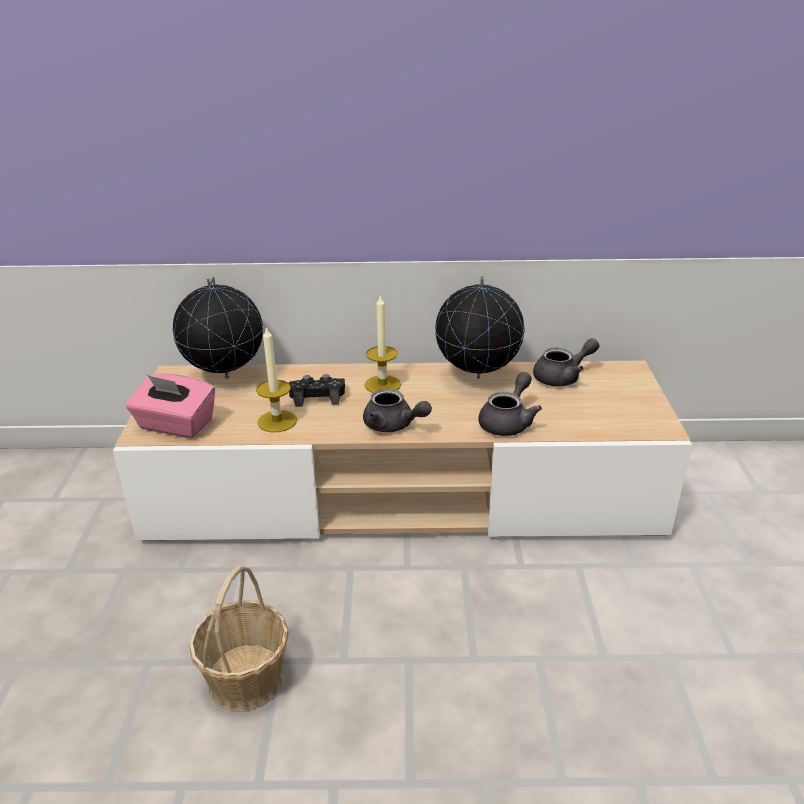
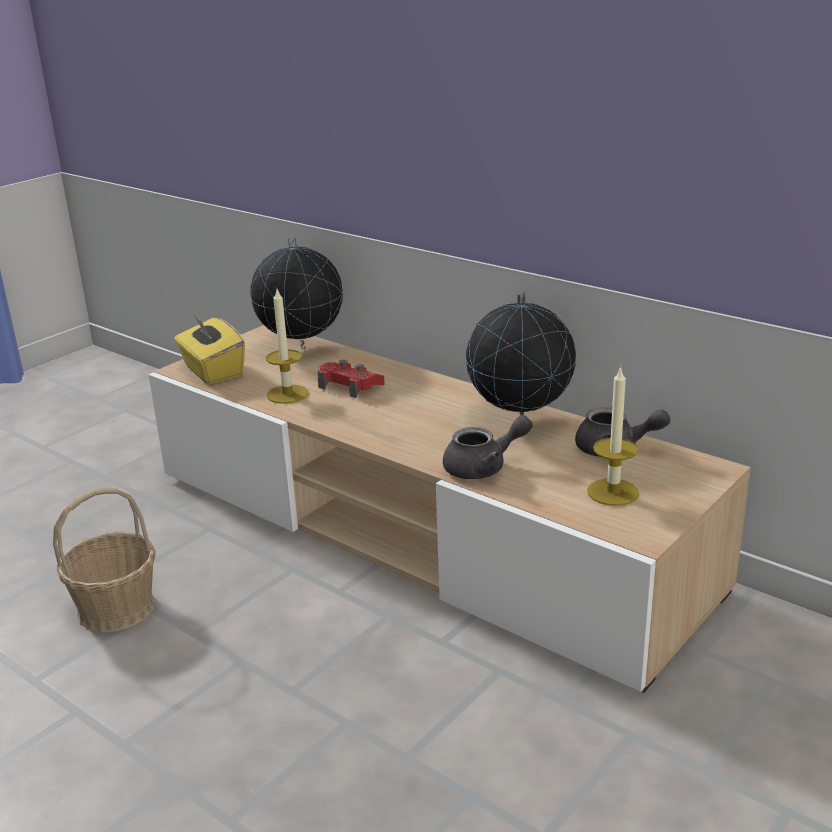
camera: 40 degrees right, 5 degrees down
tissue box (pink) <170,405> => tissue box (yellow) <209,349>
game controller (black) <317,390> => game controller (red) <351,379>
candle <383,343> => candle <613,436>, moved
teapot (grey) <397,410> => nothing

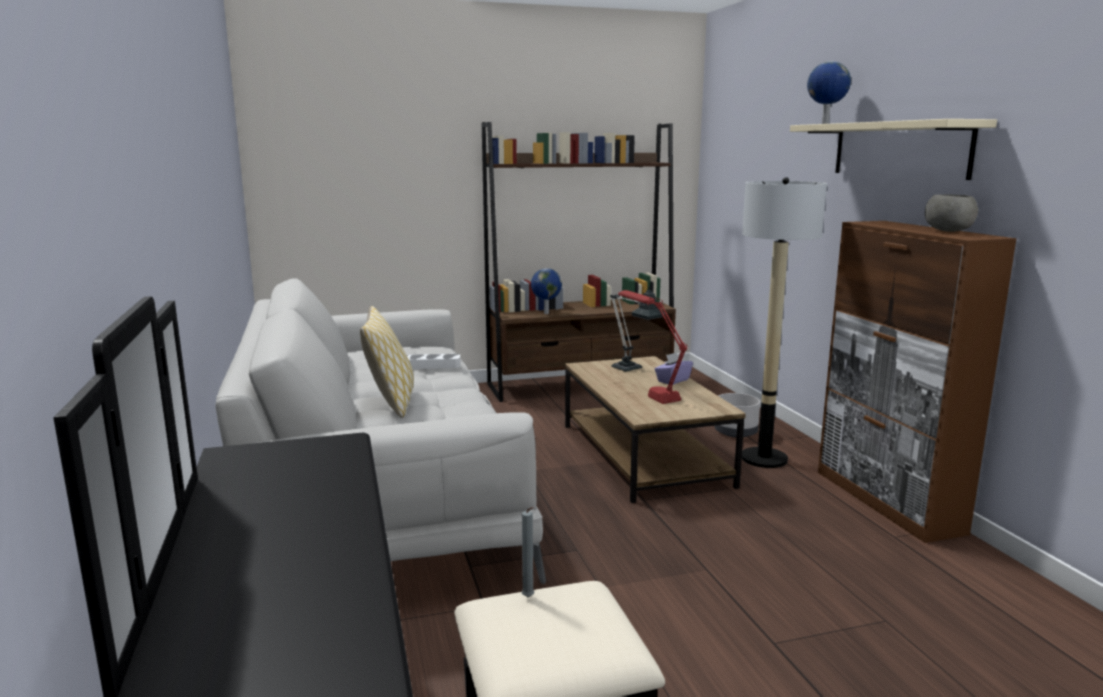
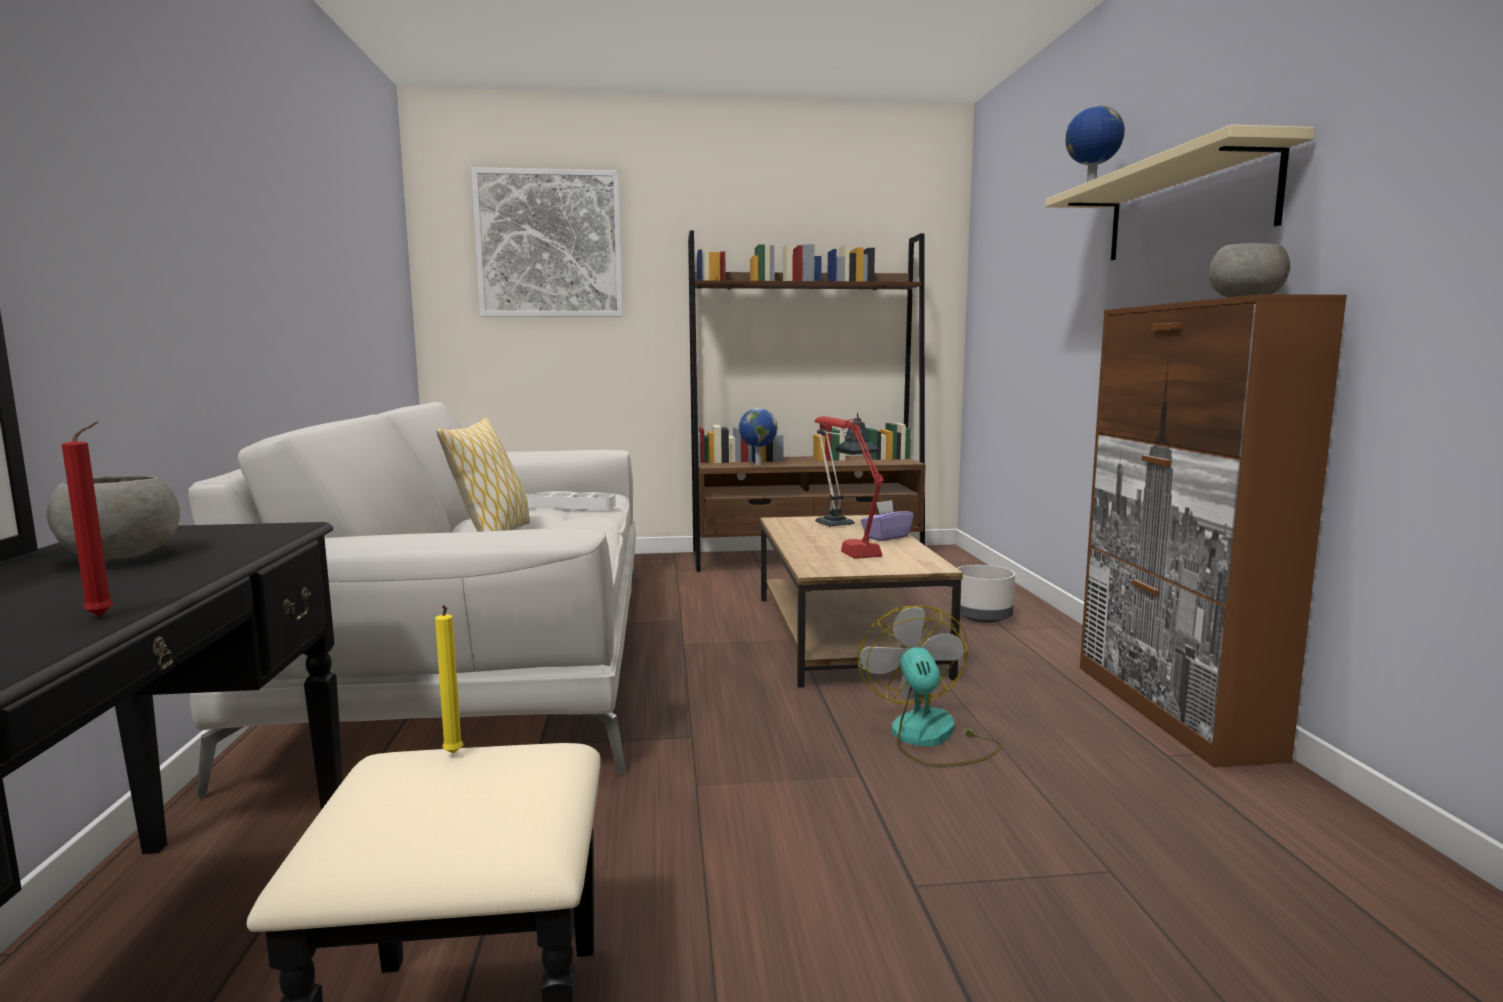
camera: 10 degrees right, 5 degrees down
nothing => bowl (grey) <113,517>
nothing => candle (red) <87,519>
candle (grey) <528,552> => candle (yellow) <449,679>
nothing => picture <547,242>
nothing => fan <930,686>
floor lamp <784,322> => nothing

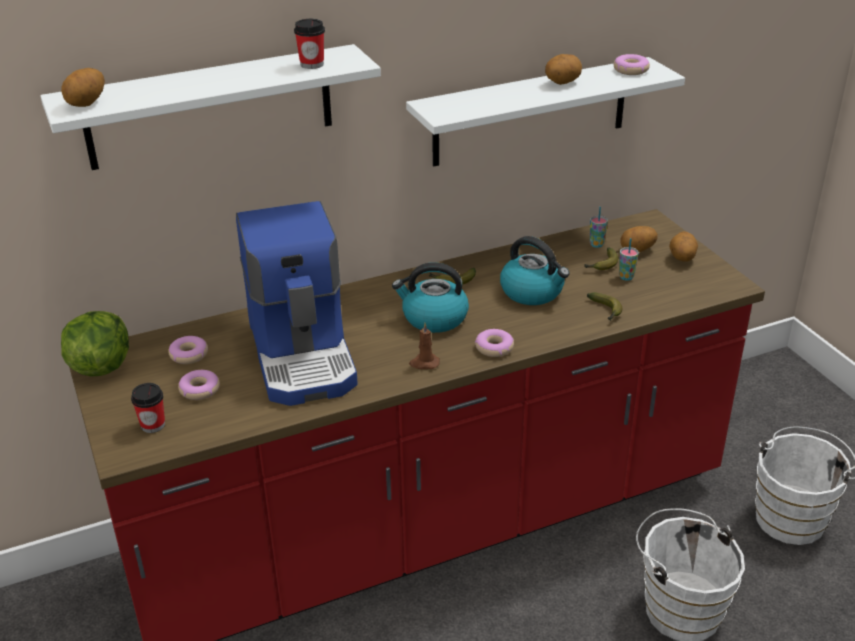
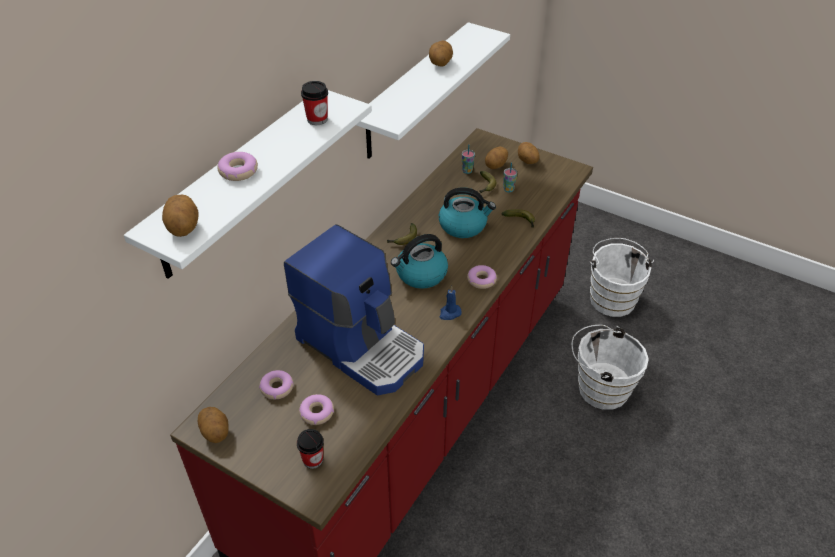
camera: 35 degrees left, 10 degrees up
lettuce <95,344> => potato <213,425>
donut <632,64> => donut <238,166>, moved
candle (brown) <424,346> => candle (blue) <451,303>

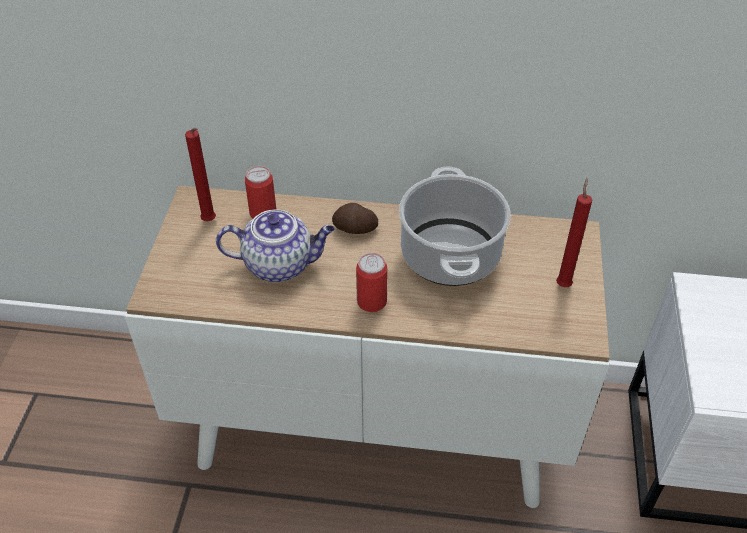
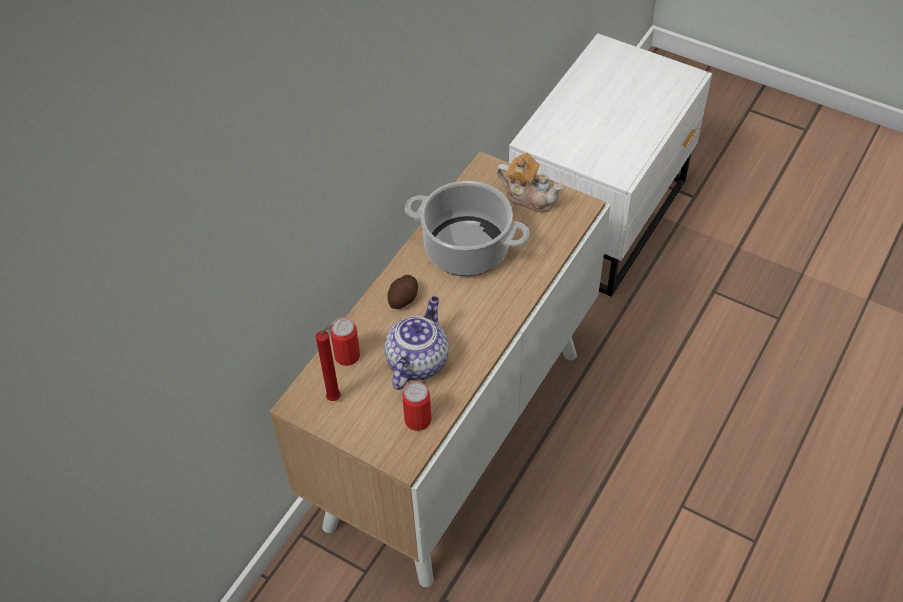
camera: 65 degrees left, 5 degrees up
can <372,282> => can <417,406>, moved
candle (red) <574,232> => teapot <529,182>

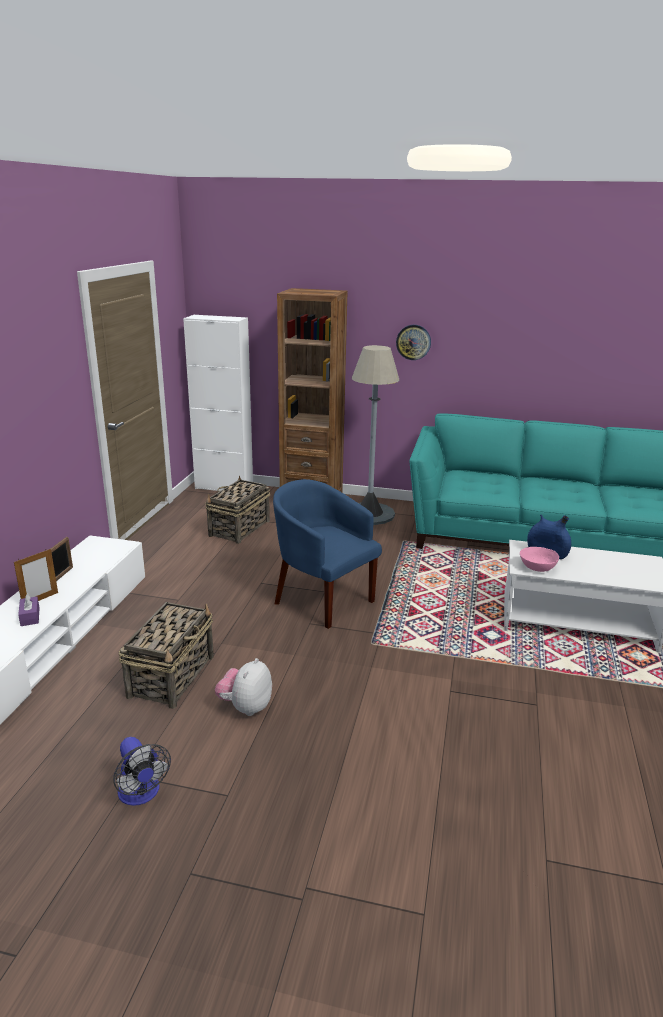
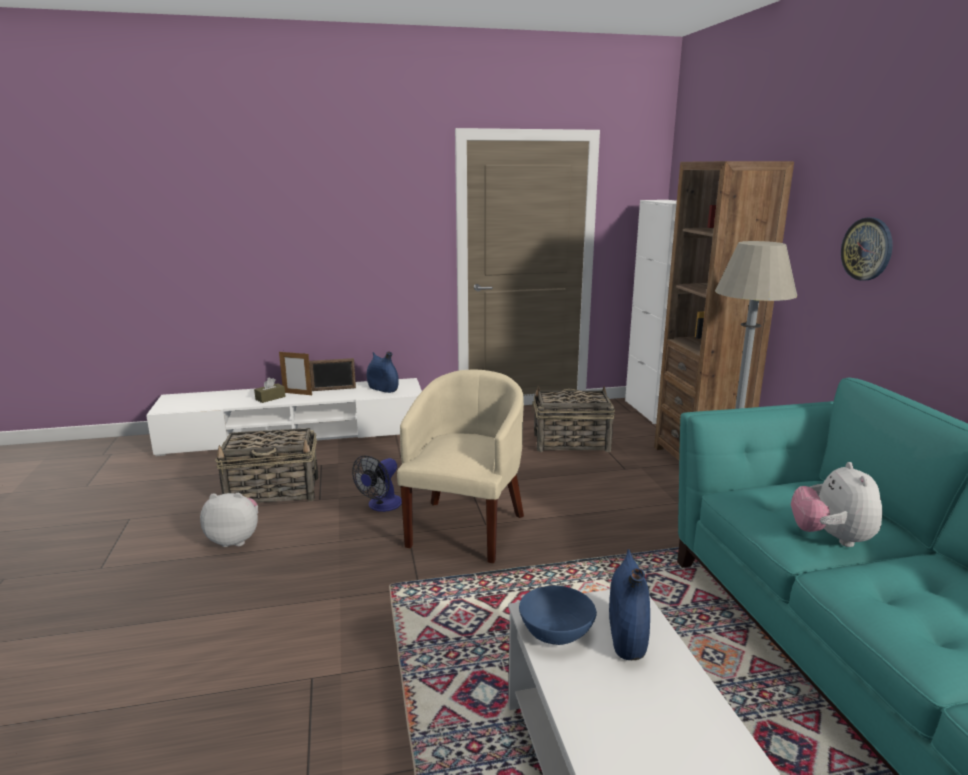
camera: 65 degrees right, 5 degrees down
tissue box (purple) <28,609> => tissue box (brown) <270,390>
fan <142,771> => fan <377,483>, moved
nothing => vase (blue) <383,372>
armchair (blue) <327,554> => armchair (beige) <460,466>
bowl (pink) <539,559> => bowl (blue) <558,615>
nothing => plush toy <836,504>

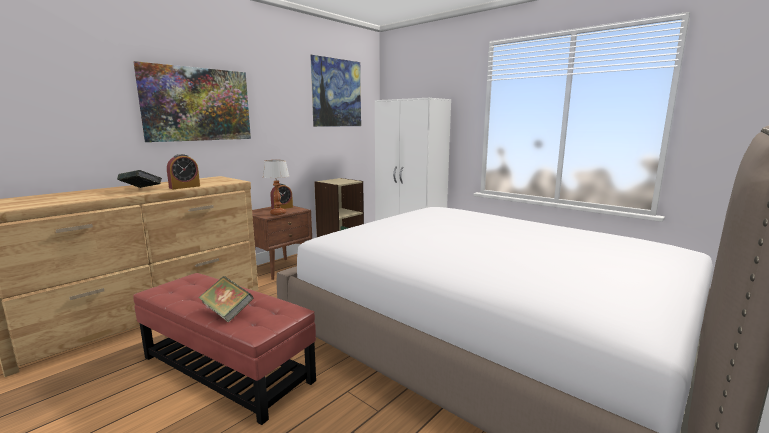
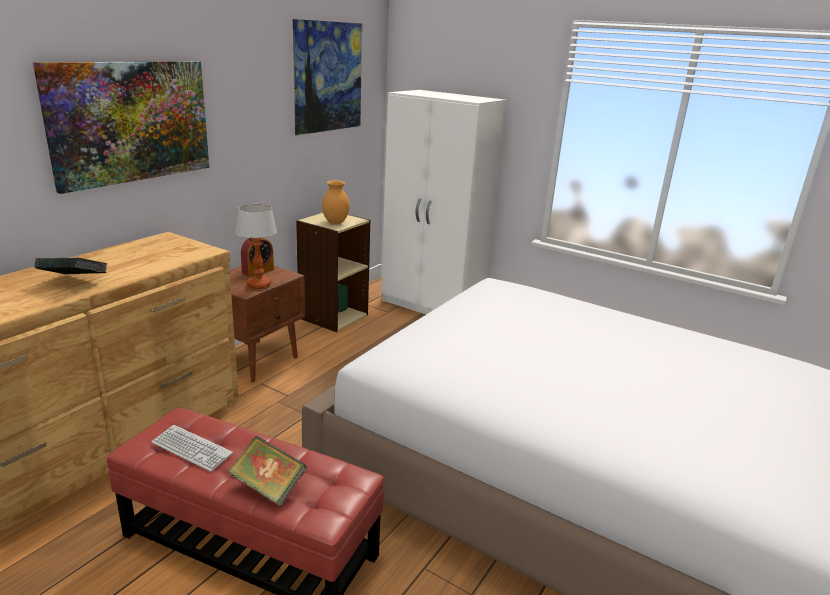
camera: 10 degrees left, 10 degrees up
nothing => keyboard <192,448>
nothing => vase (brown) <336,202>
alarm clock <183,171> => nothing

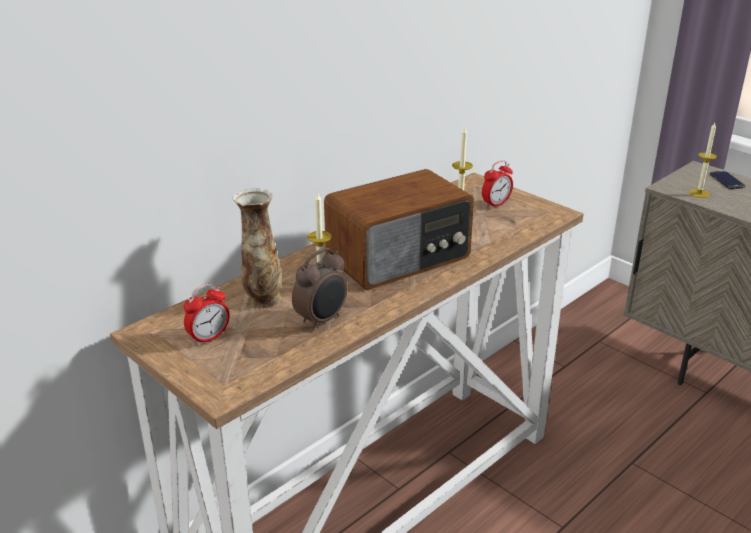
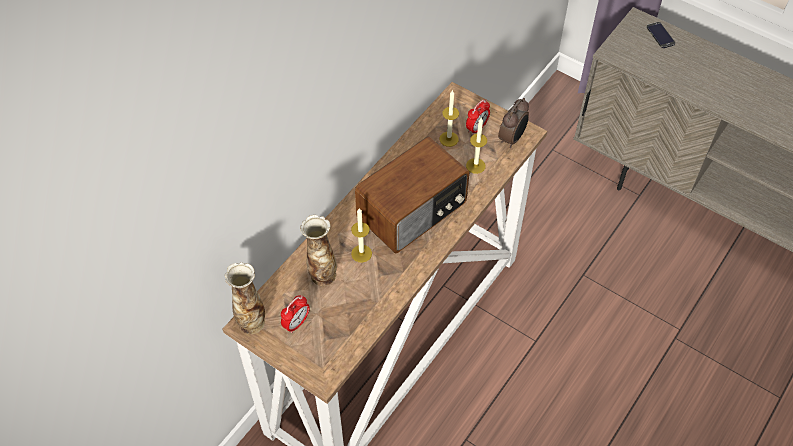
camera: 10 degrees left, 25 degrees up
nothing => vase <245,298>
candle <703,160> => candle <476,146>, moved
alarm clock <320,289> => alarm clock <513,123>, moved

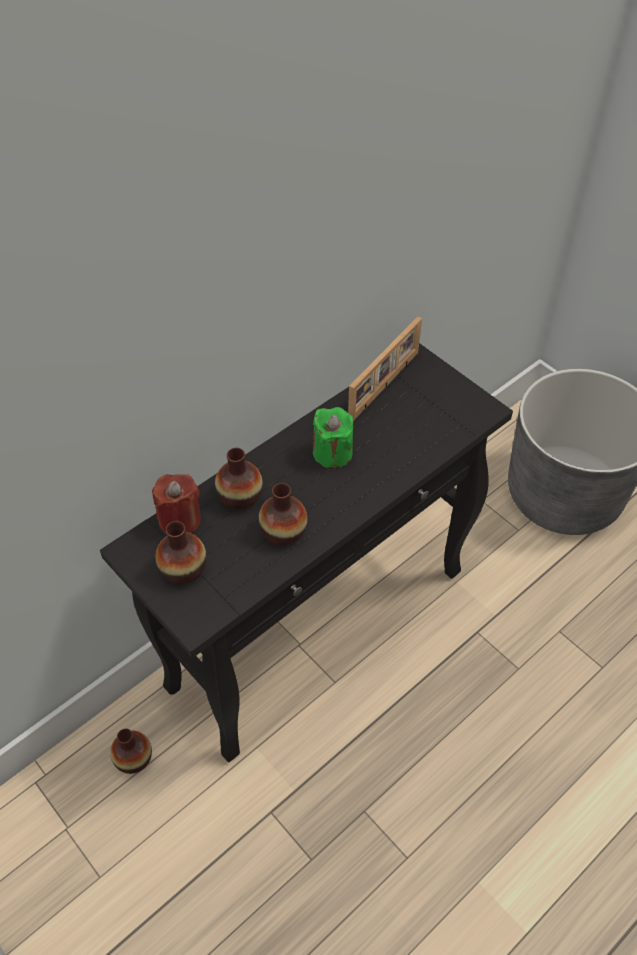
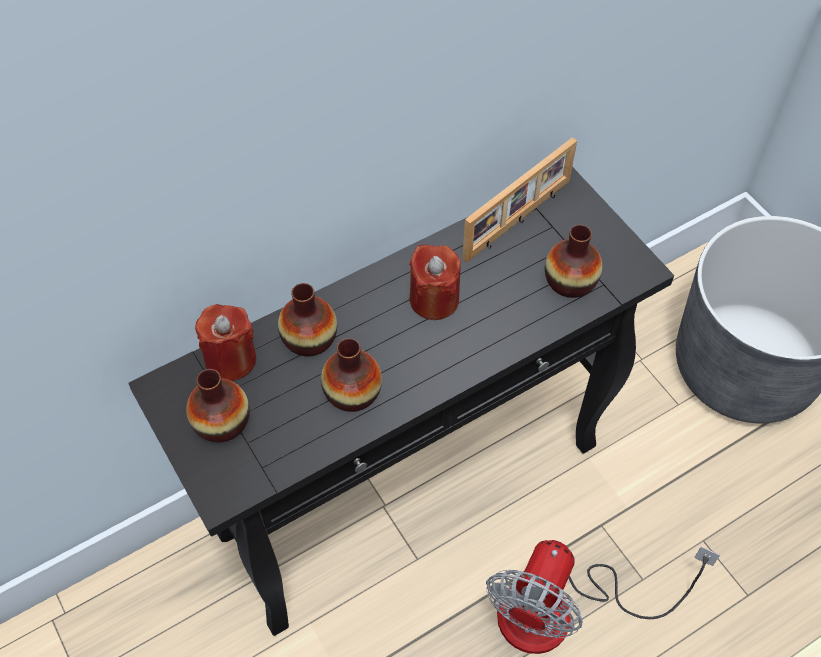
camera: 10 degrees right, 5 degrees up
candle (green) <333,438> => candle (red) <435,282>
nothing => fan <603,597>
vase <131,751> => vase <573,261>, moved

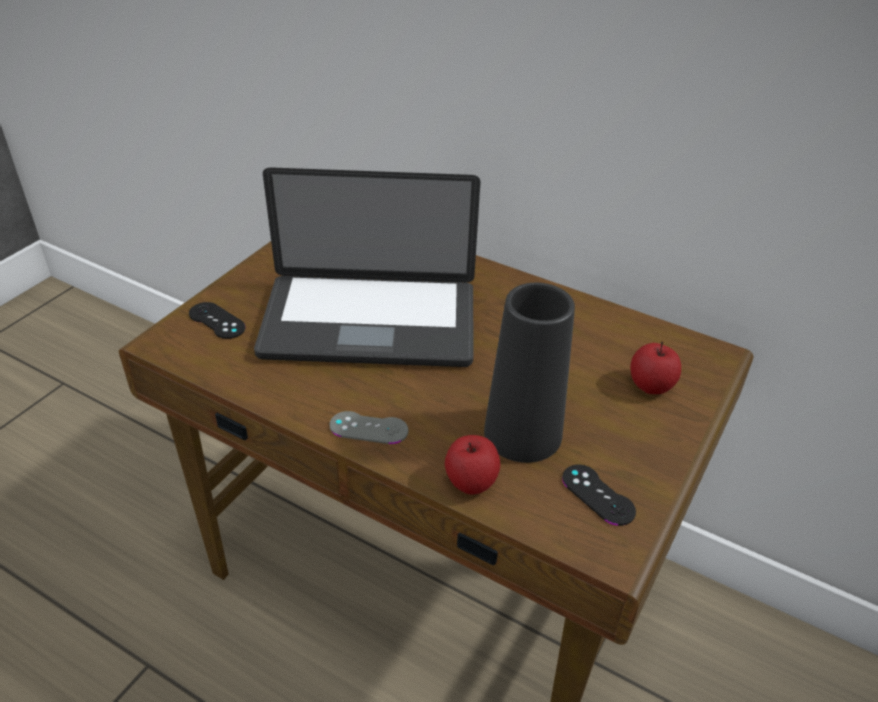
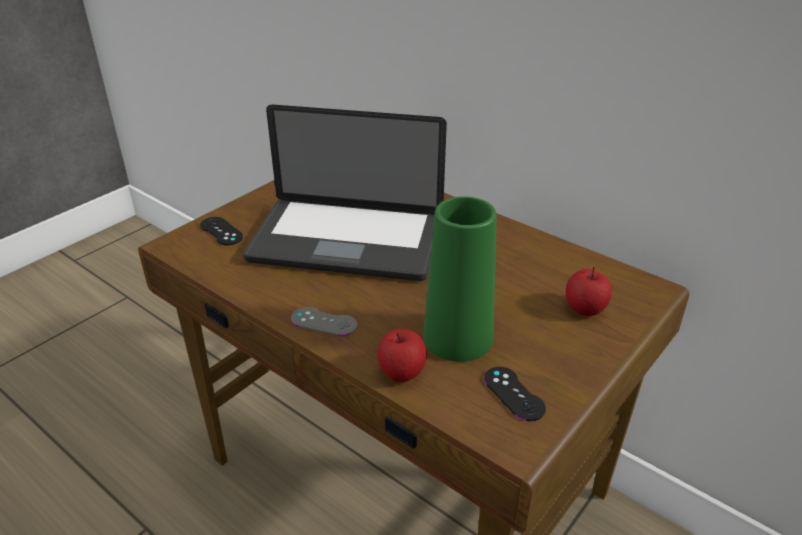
camera: 10 degrees right, 5 degrees down
vase (black) <529,373> => vase (green) <460,279>

